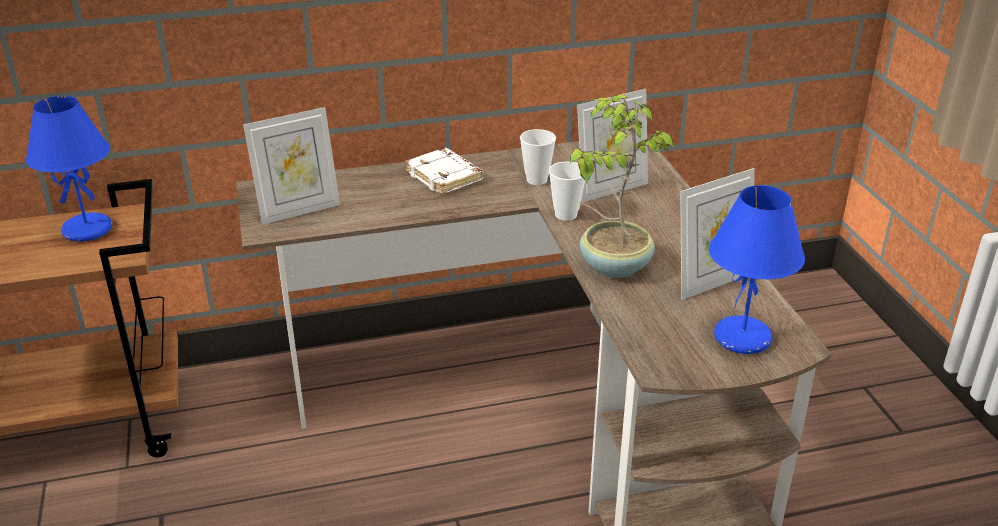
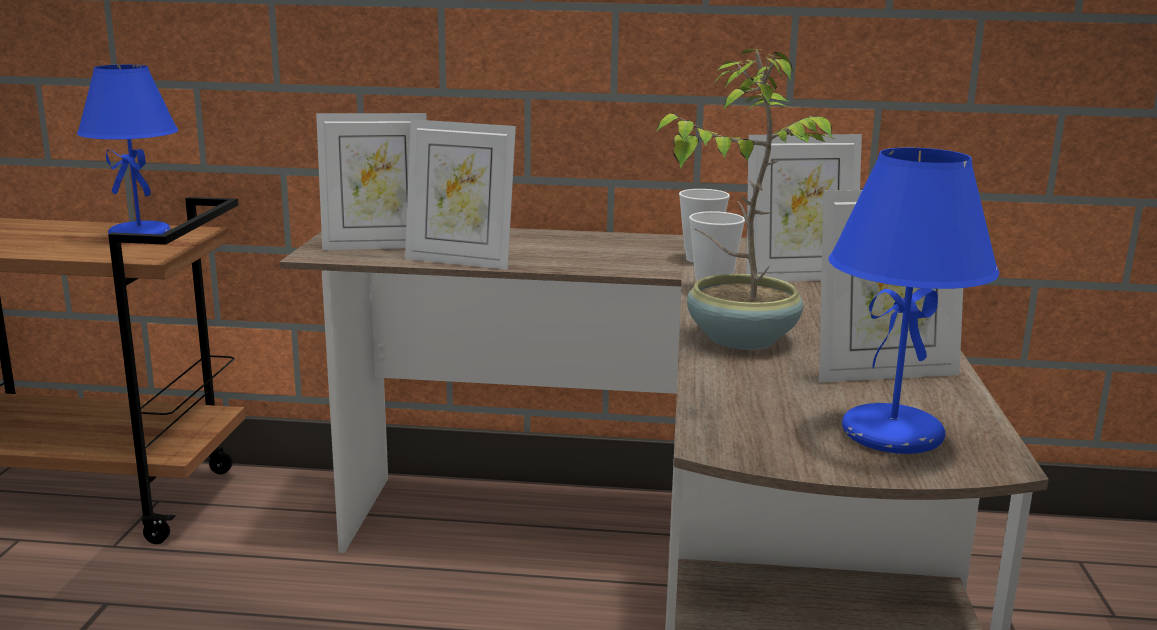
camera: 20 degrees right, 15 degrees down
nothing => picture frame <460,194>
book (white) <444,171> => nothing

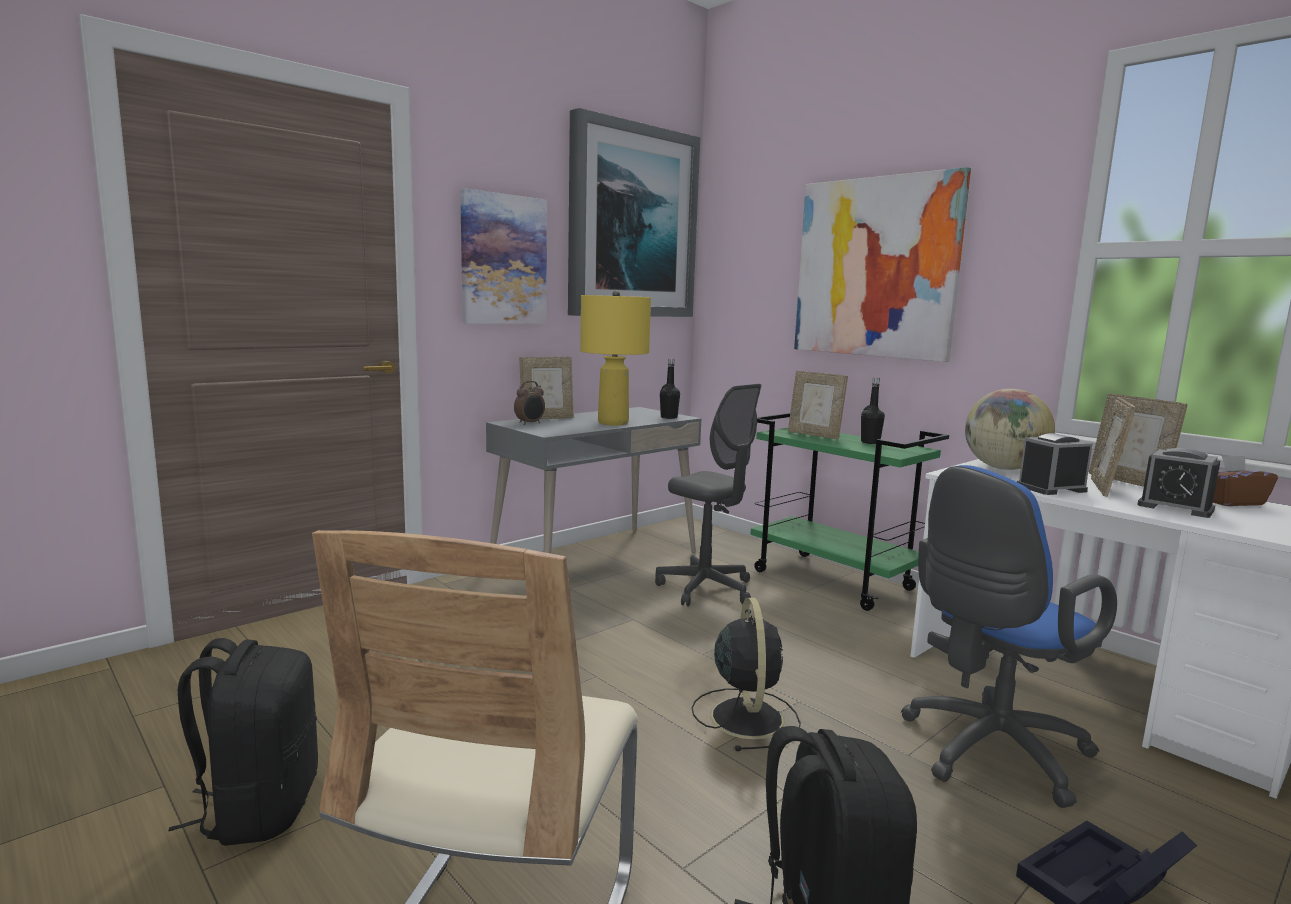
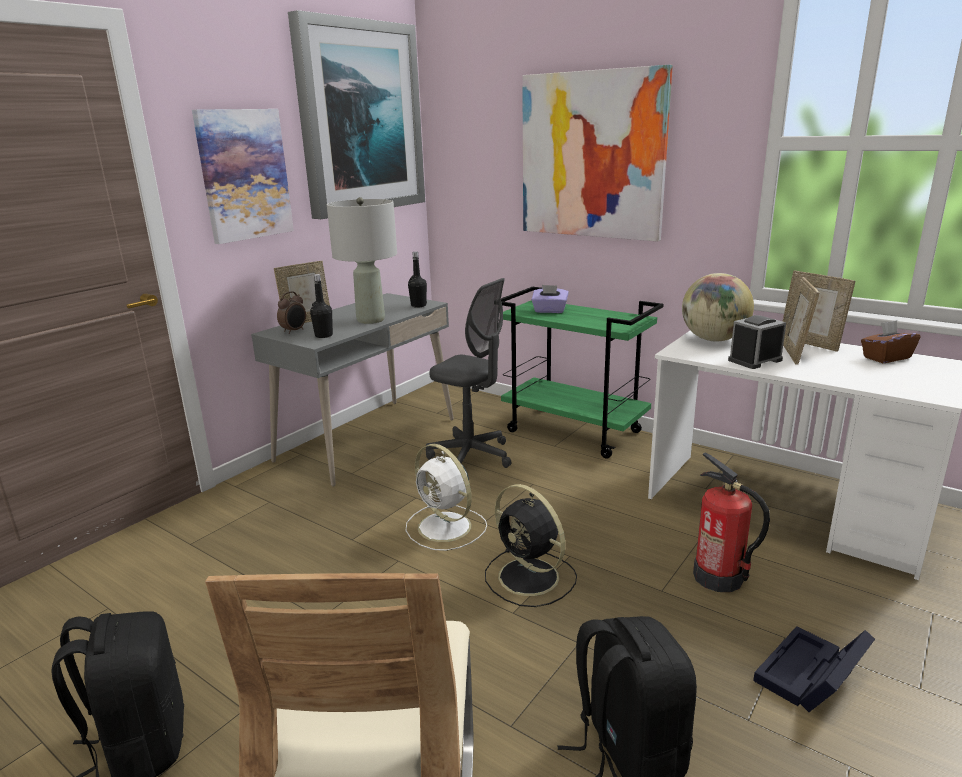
camera: 10 degrees left, 10 degrees up
bottle (black) <873,410> => bottle (black) <321,306>, moved
table lamp (yellow) <615,357> => table lamp (grey) <362,260>
nothing => fan (white) <446,497>
fan (black) <746,674> => fan (black) <531,545>, 150 degrees clockwise
picture frame <818,405> => tissue box (purple) <550,299>
office chair (blue) <1009,636> => fire extinguisher <731,522>
alarm clock <1178,483> => nothing

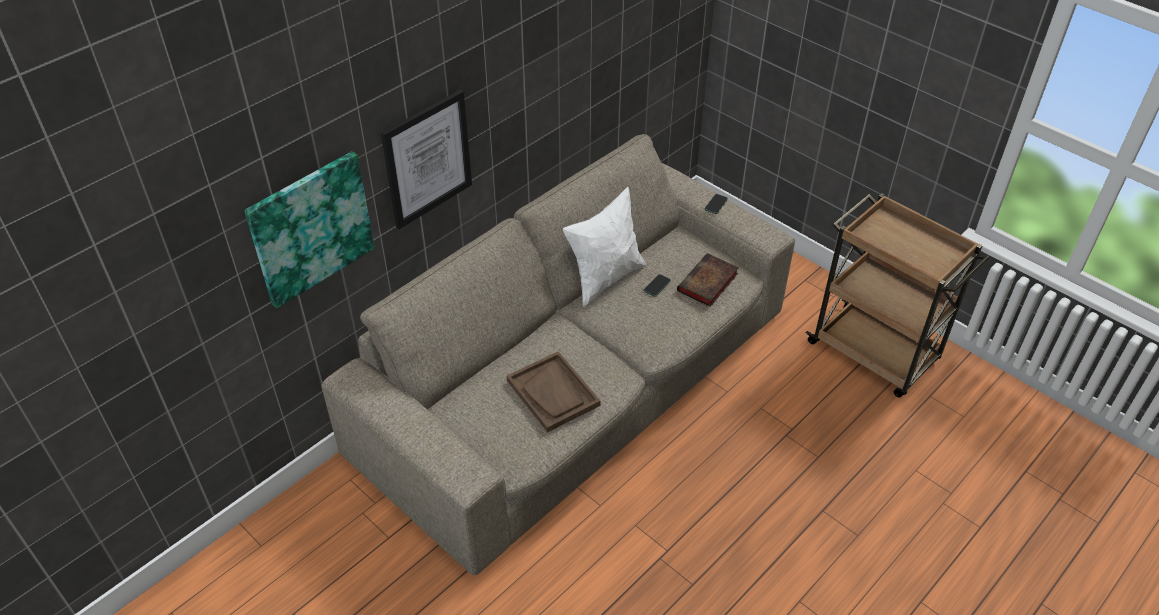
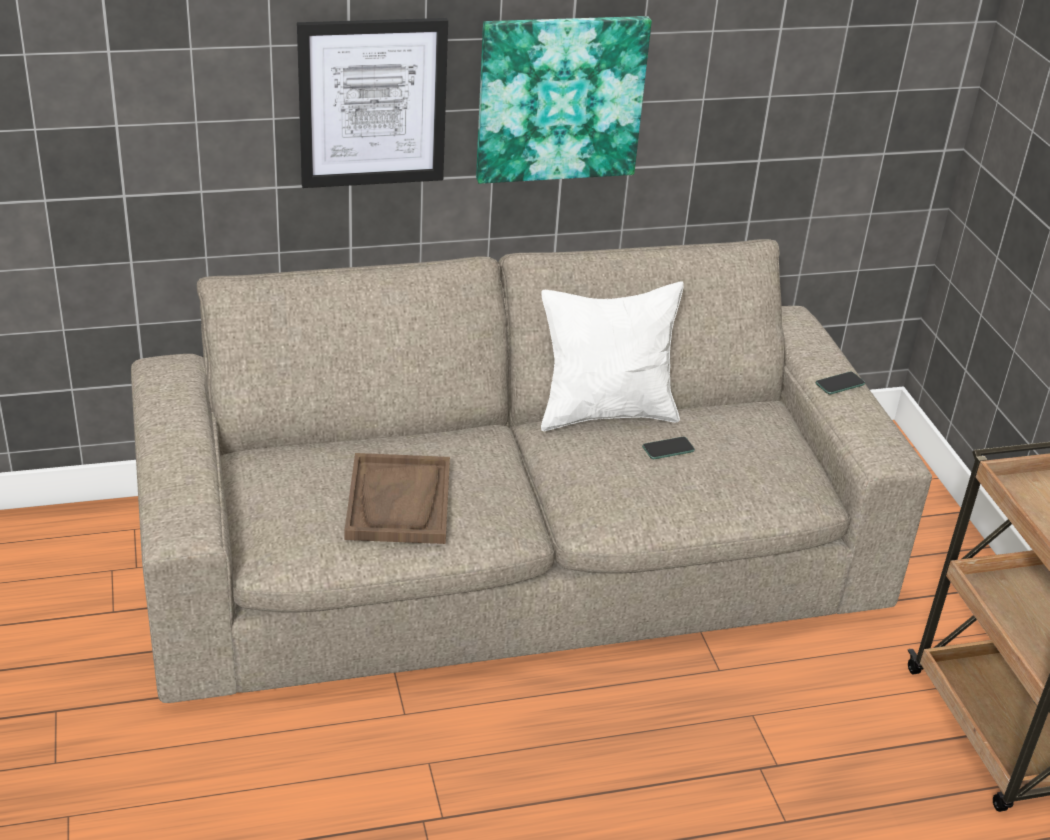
camera: 30 degrees right, 10 degrees down
picture <309,229> => picture <564,100>, moved
book <708,280> => nothing

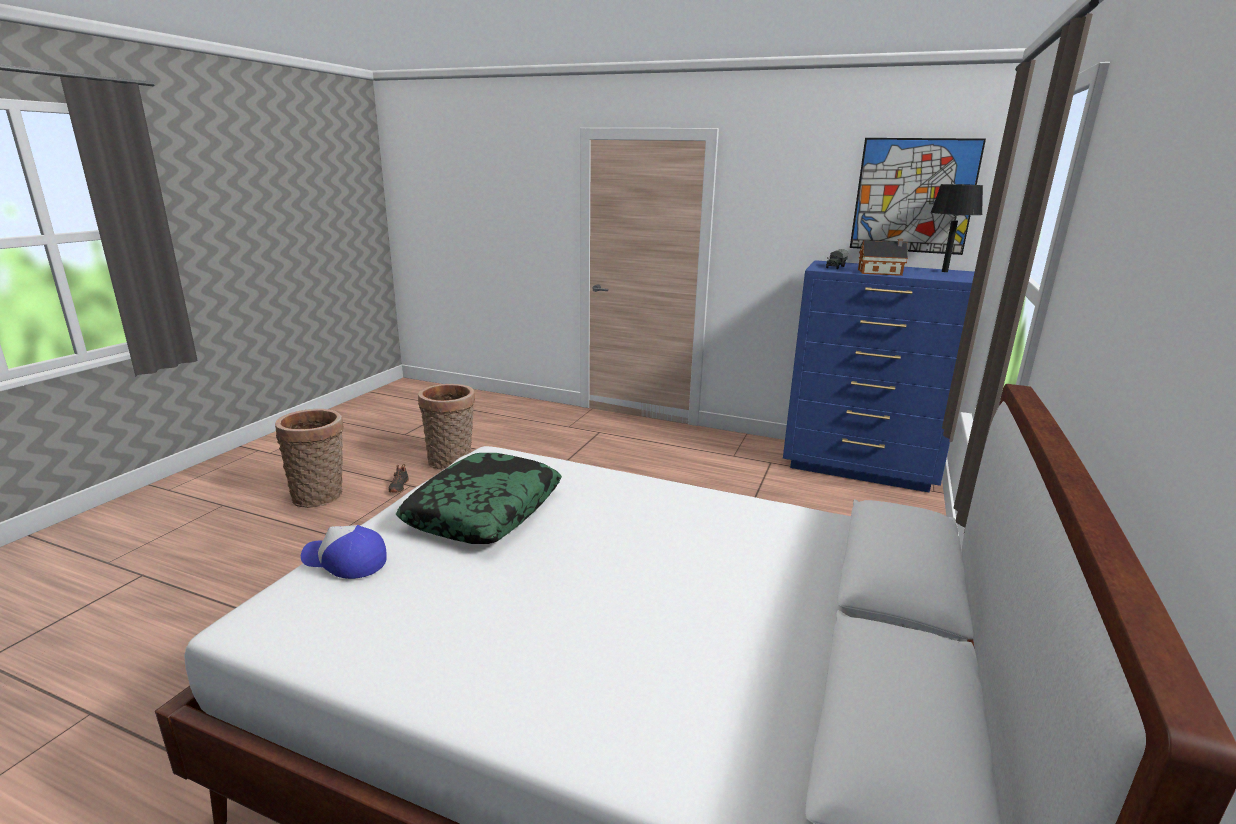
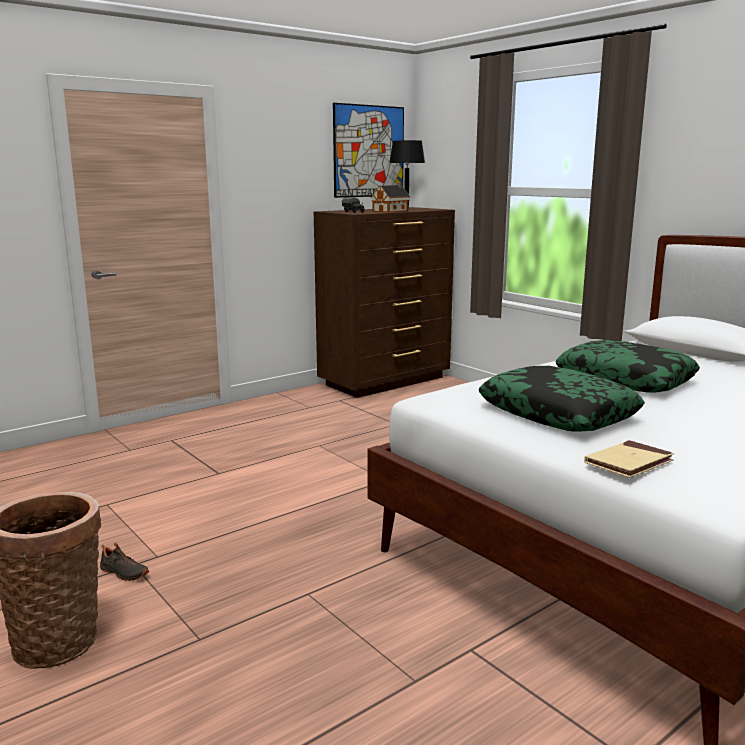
camera: 60 degrees left, 5 degrees down
dresser (blue) <878,376> => dresser (brown) <384,302>
nothing => pillow <627,366>
cap <344,552> => book (beige) <629,459>
basket <446,427> => nothing

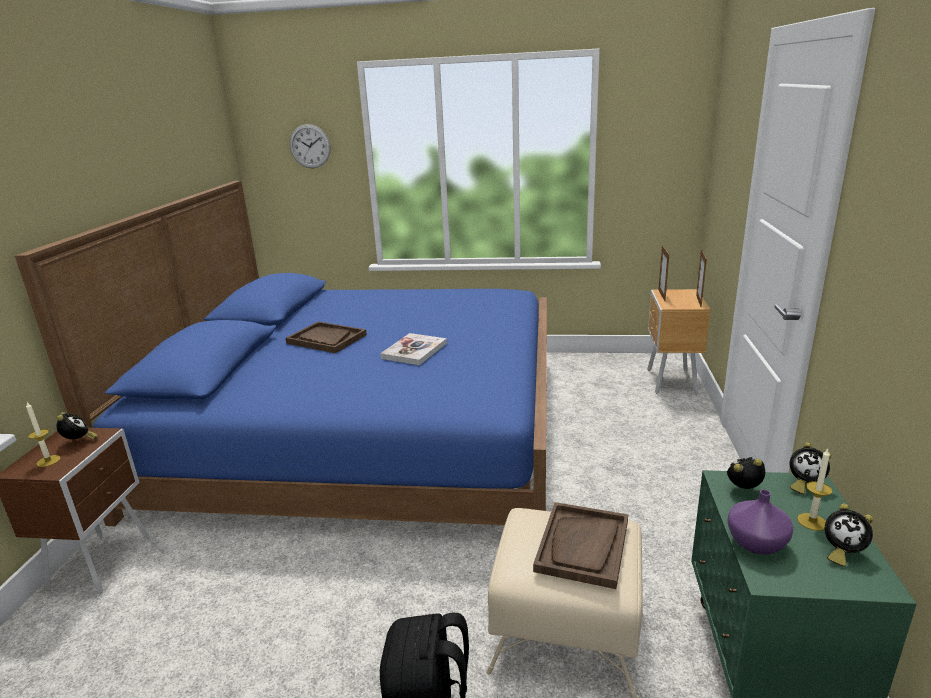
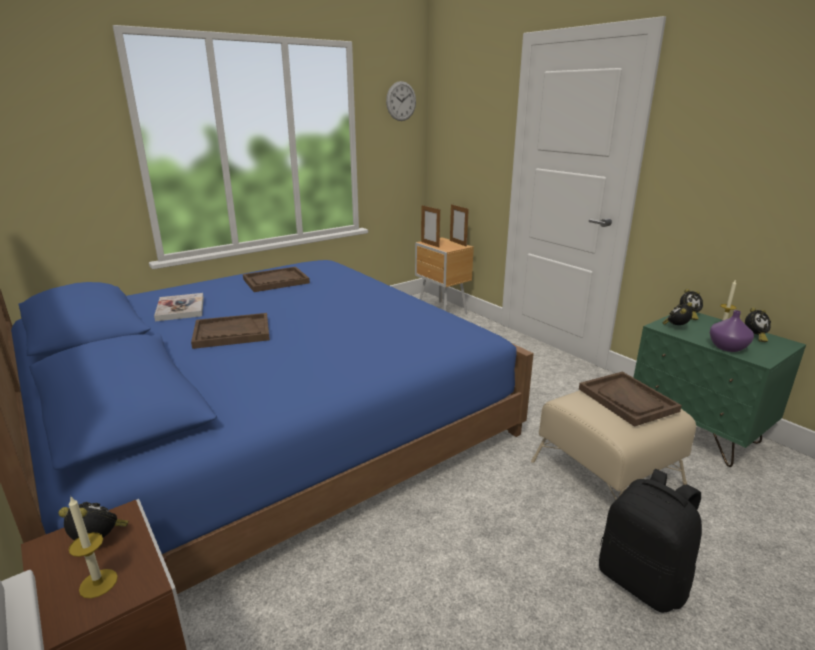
camera: 45 degrees left, 0 degrees up
book <414,349> => book <179,307>, moved
nothing => tray (brown) <276,279>
wall clock <310,146> => wall clock <401,101>, moved

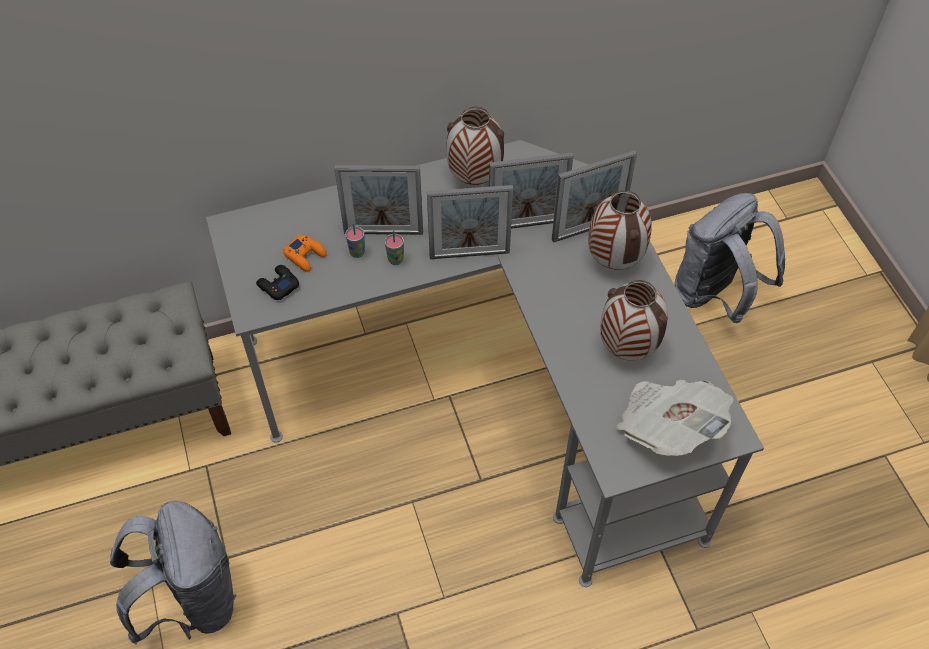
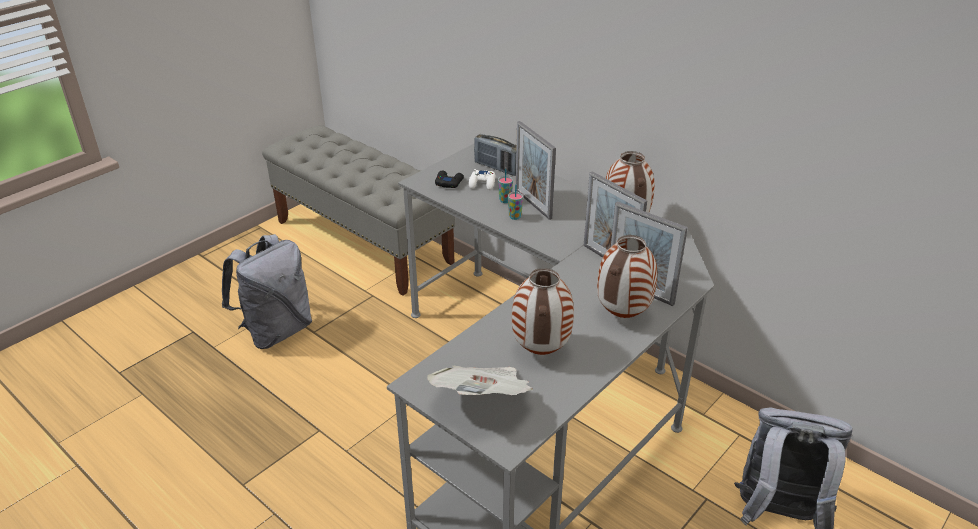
camera: 60 degrees right, 20 degrees down
game controller (orange) <305,253> => game controller (white) <482,179>
nothing => radio <495,155>
picture frame <470,222> => nothing

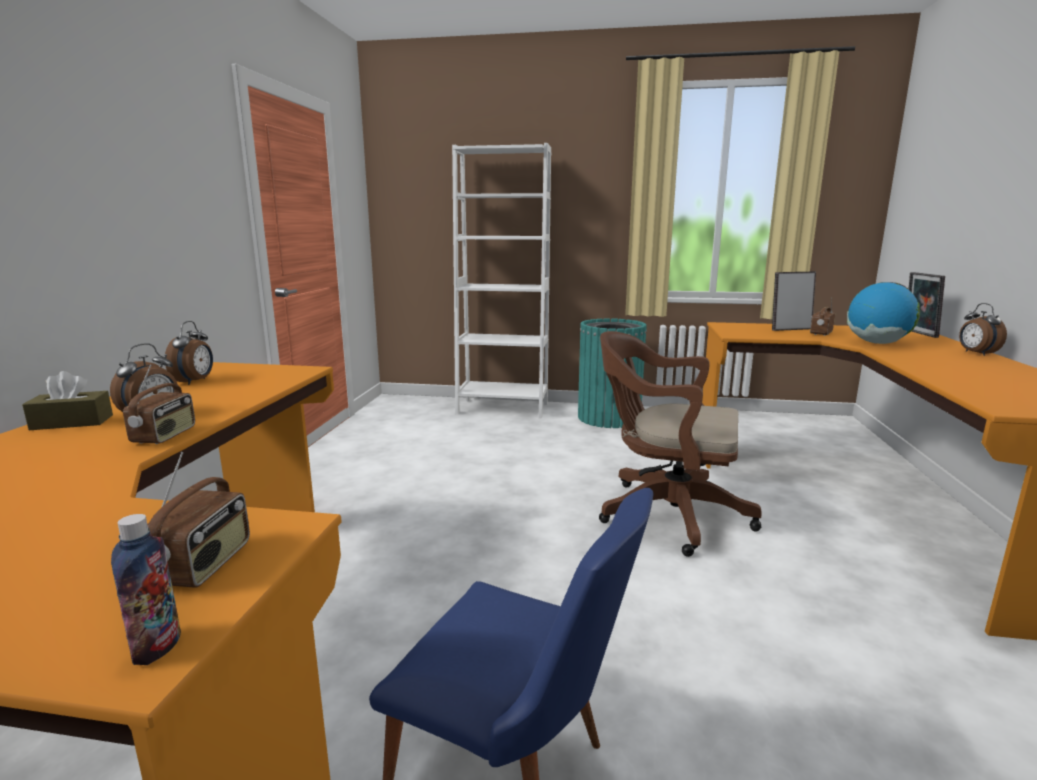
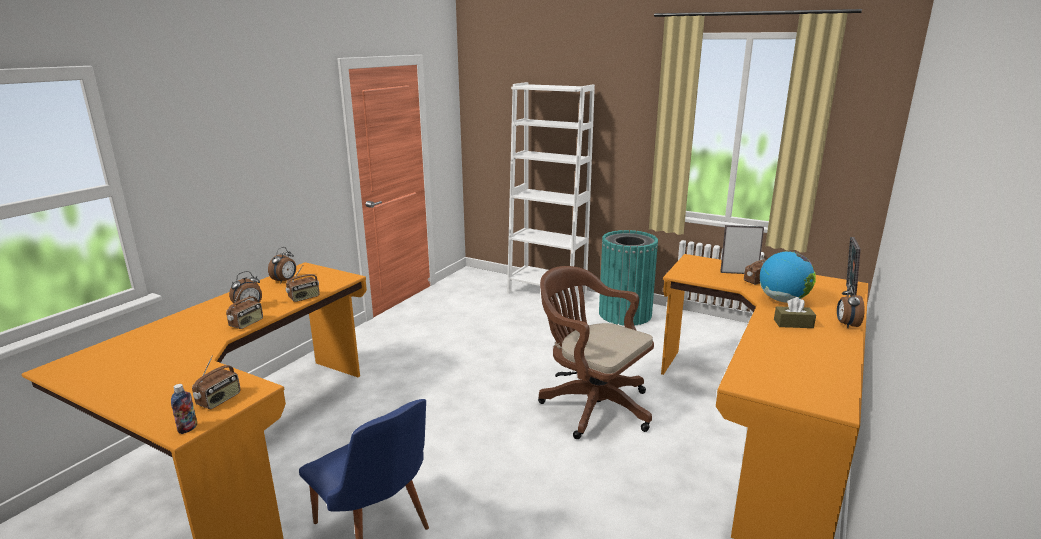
camera: 20 degrees right, 5 degrees up
nothing => radio <303,284>
tissue box (brown) <67,400> => tissue box (brown) <795,312>, moved

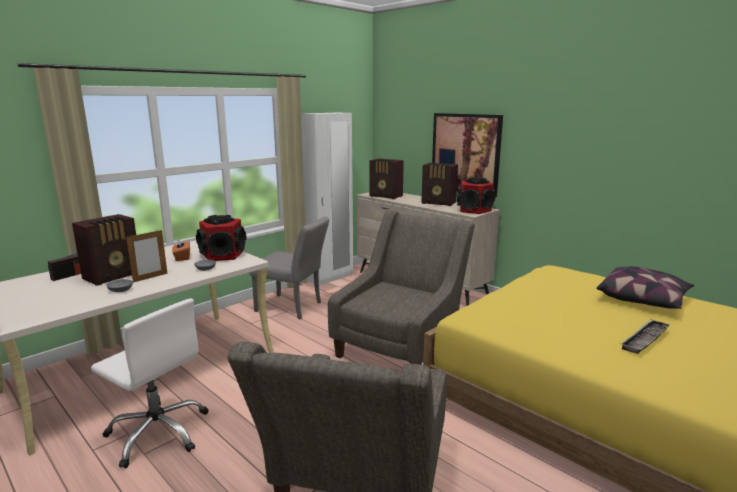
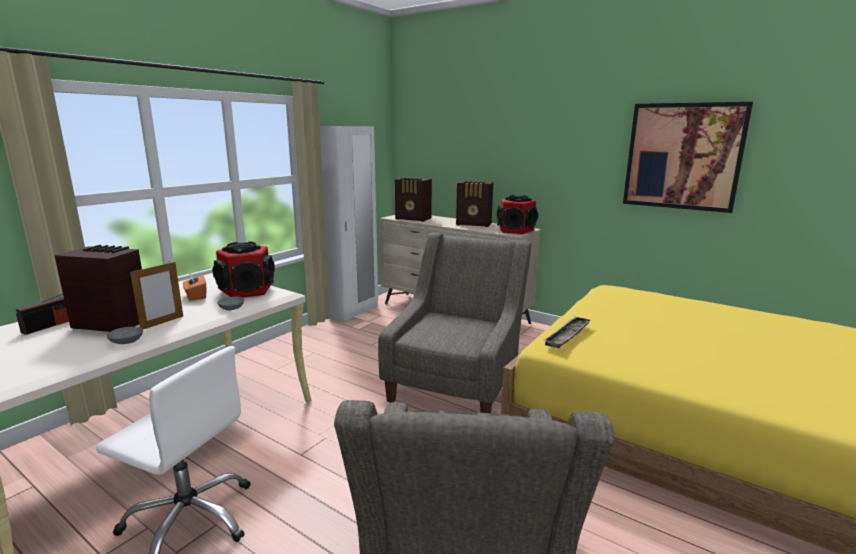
camera: 10 degrees left, 0 degrees up
radio <104,250> => radio <98,288>, 105 degrees counterclockwise
tray <646,337> => tray <567,332>, moved
picture <467,155> => picture <688,157>, moved
chair (grey) <289,267> => nothing
pillow <645,287> => nothing

